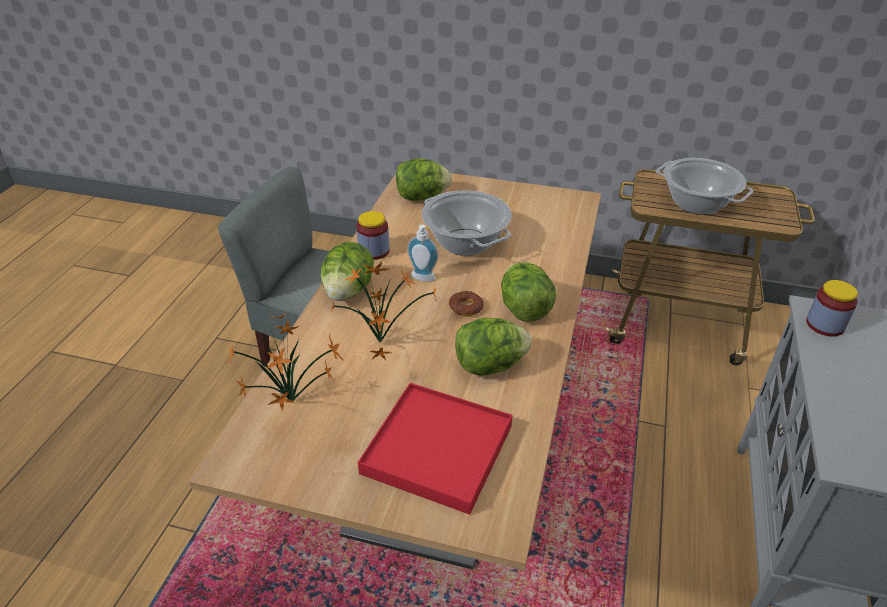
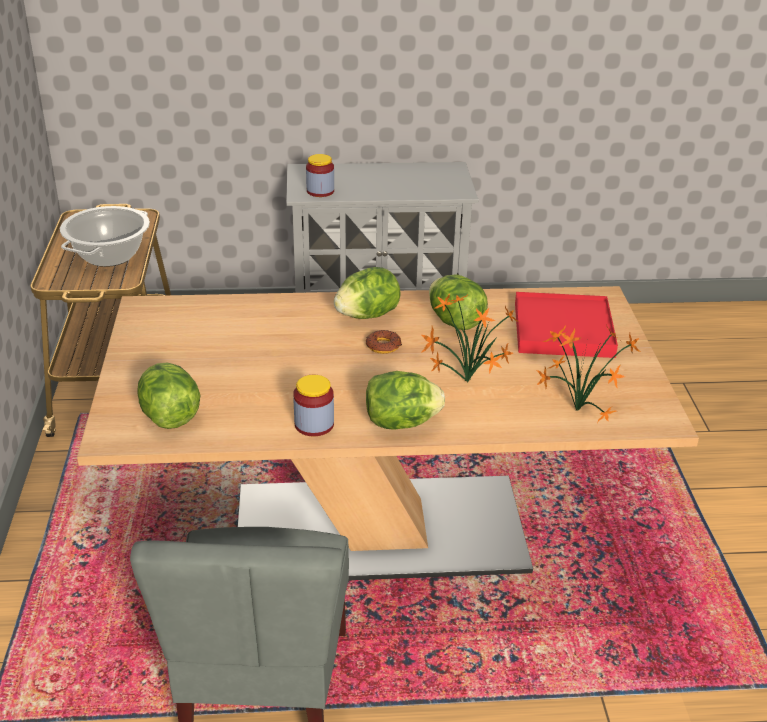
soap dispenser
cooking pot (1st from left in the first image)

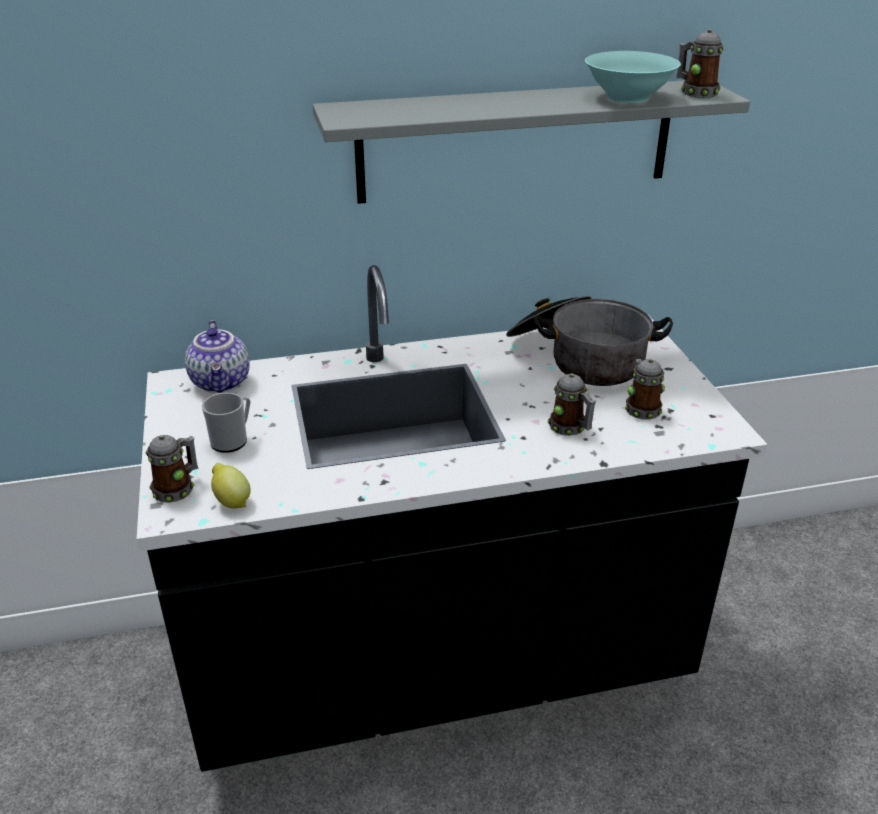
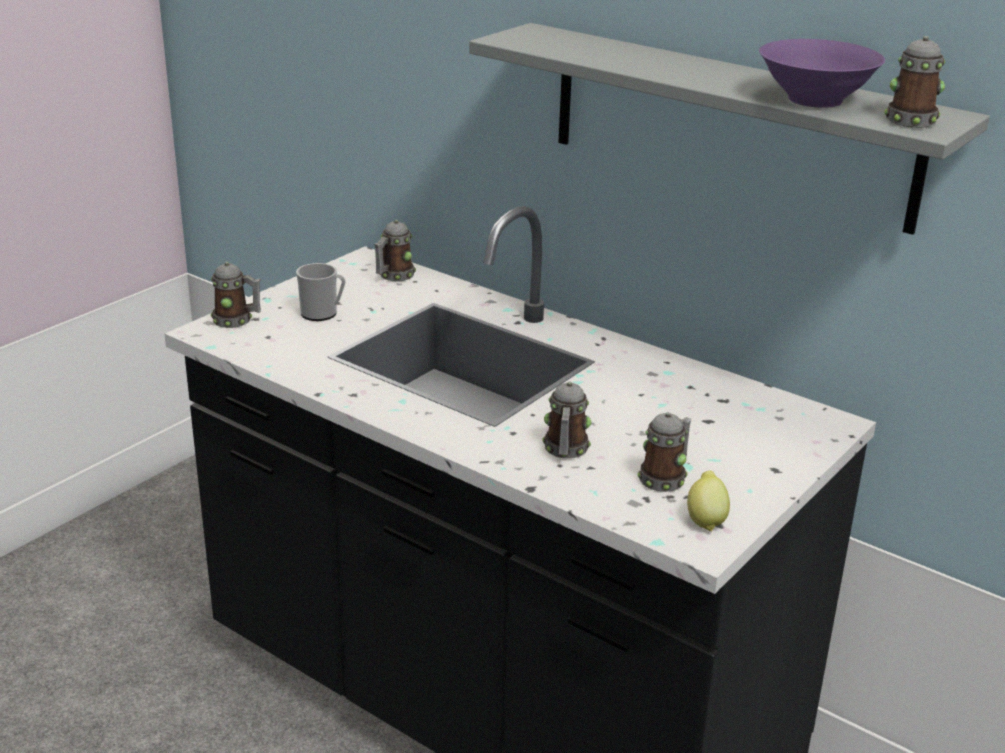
mug (3rd from left)
lemon
cooking pot
purple bowl

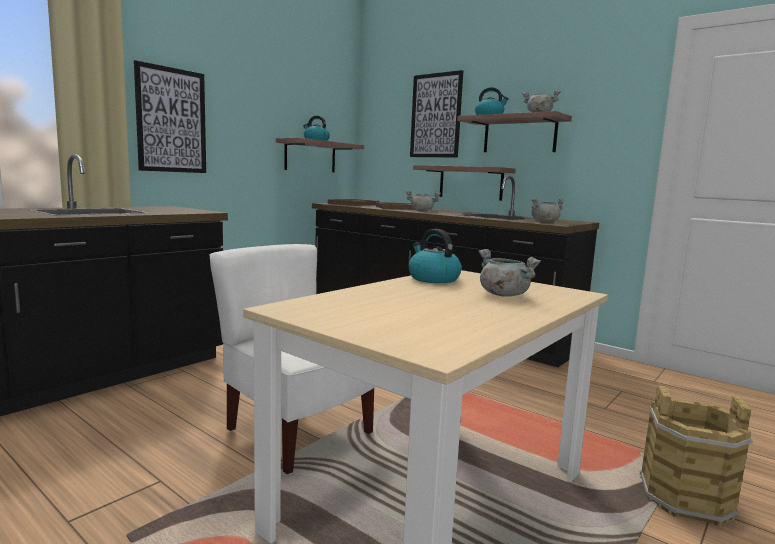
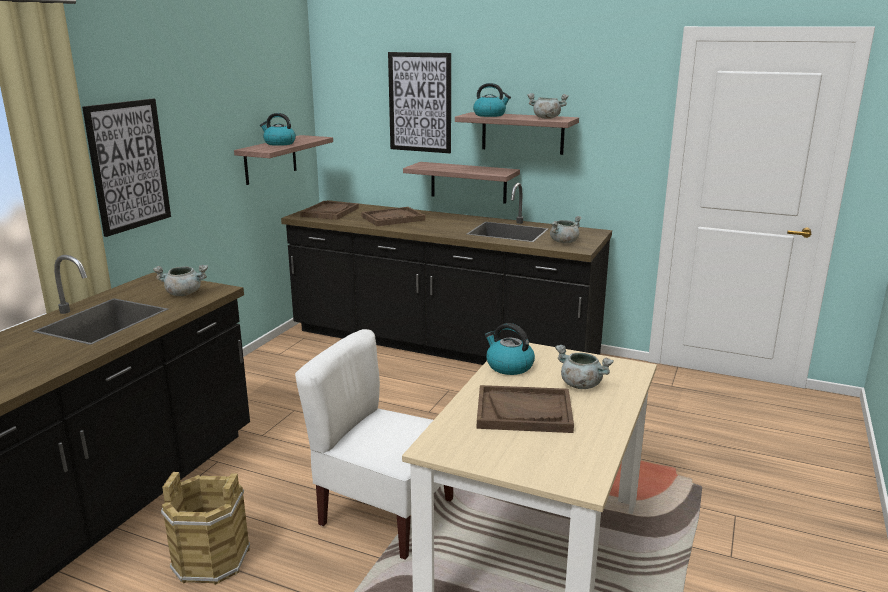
grey cooking pot (1st from left)
brown bucket
brown tray (3rd from left)

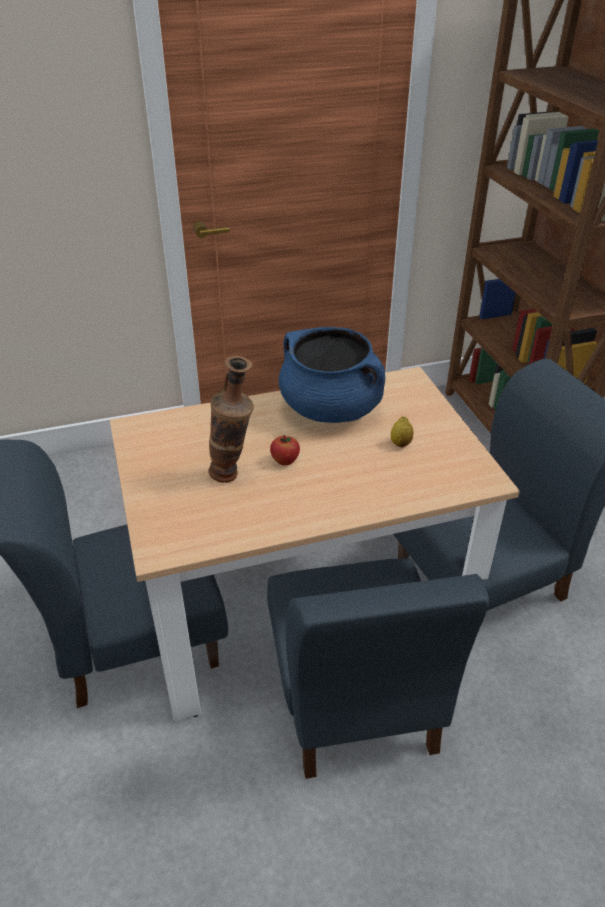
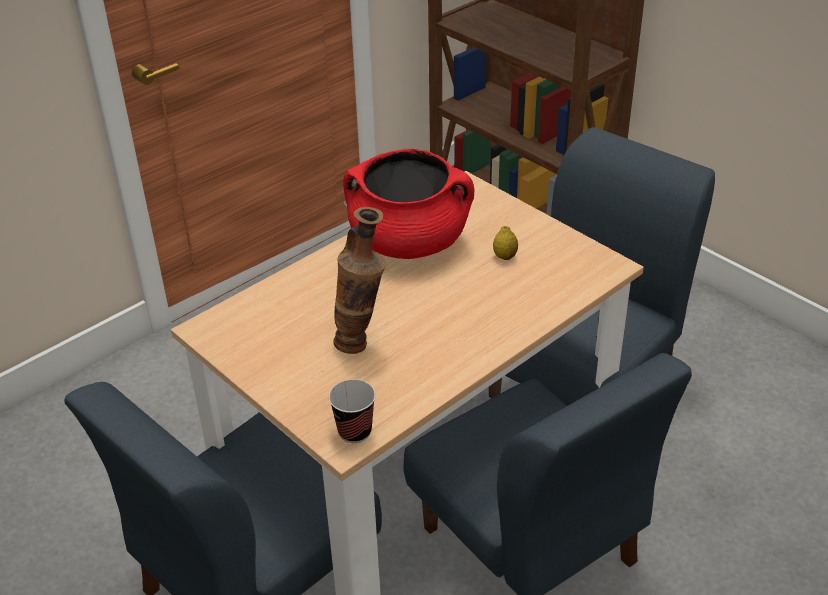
apple
red cooking pot
cup

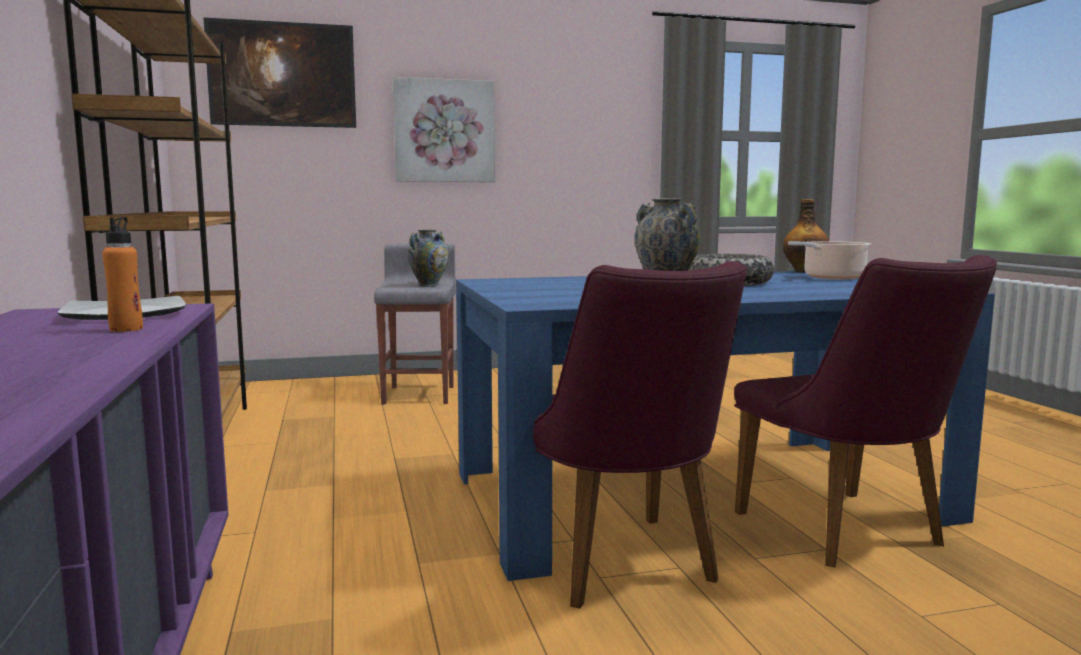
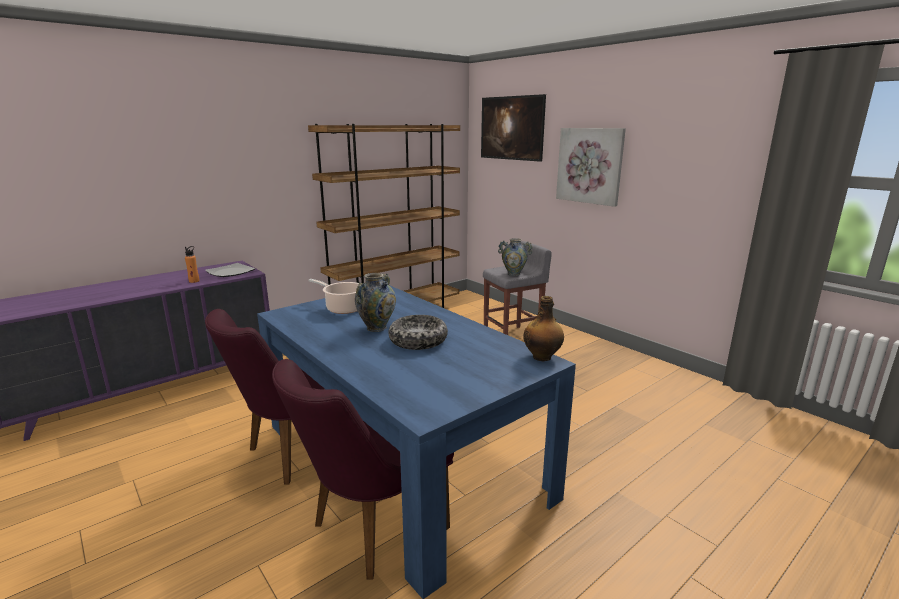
cooking pot

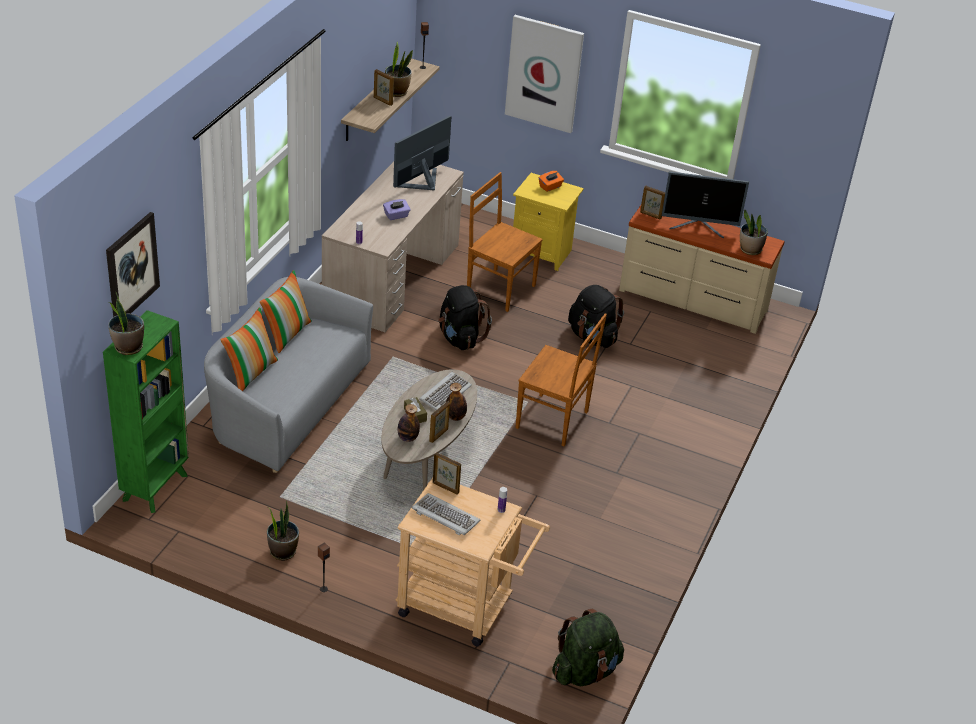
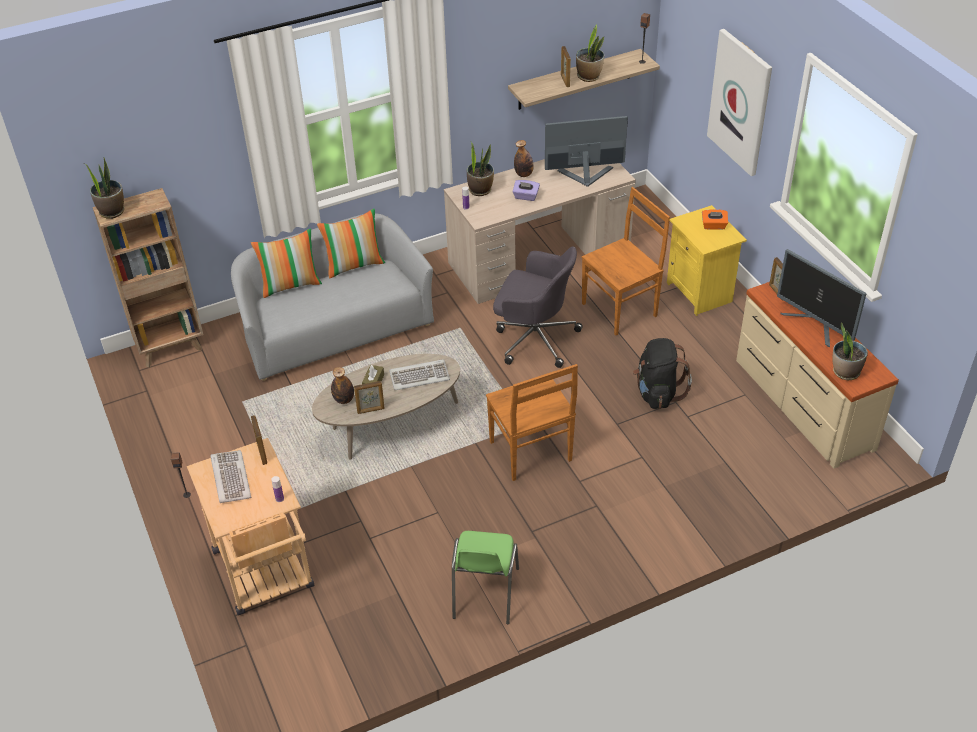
brown bookcase
picture (1st from left in the first image)
potted plant (2nd from left)
grey office chair
bottle (4th from left)
brown chair (2nd from left)
green backpack
green chair

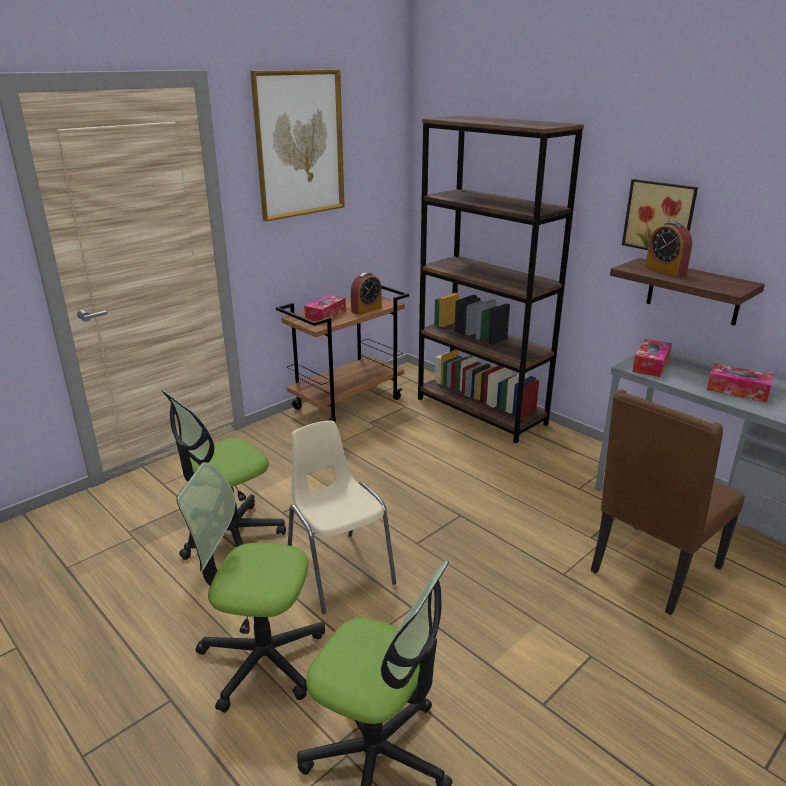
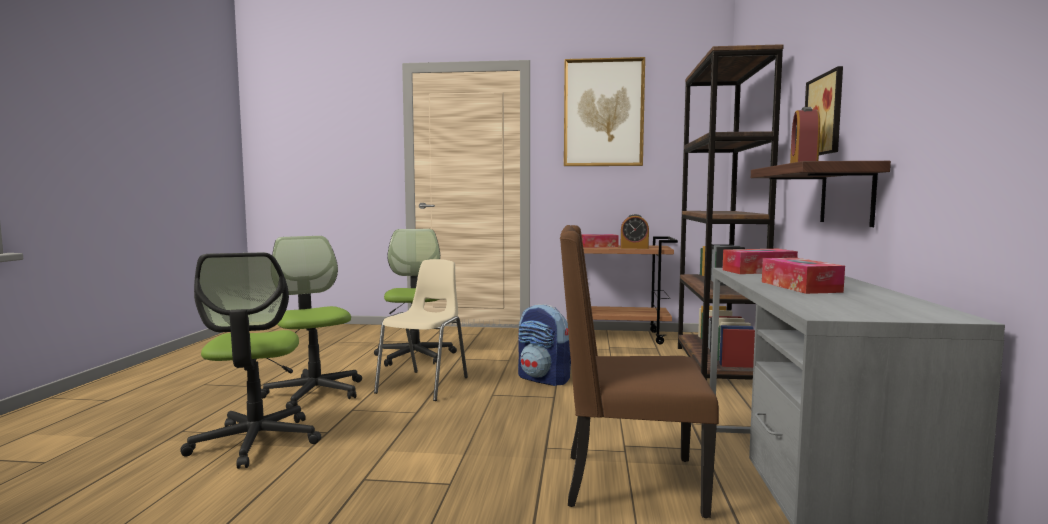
office chair (3rd from left)
backpack

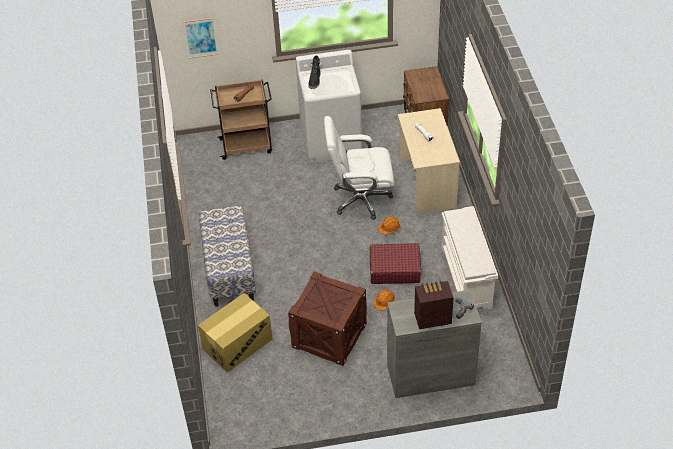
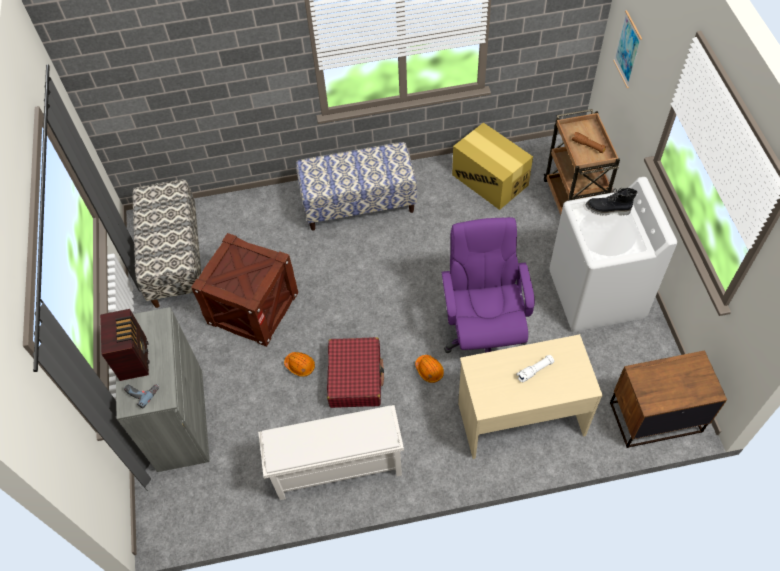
cardboard box
purple office chair
bench (1st from left)

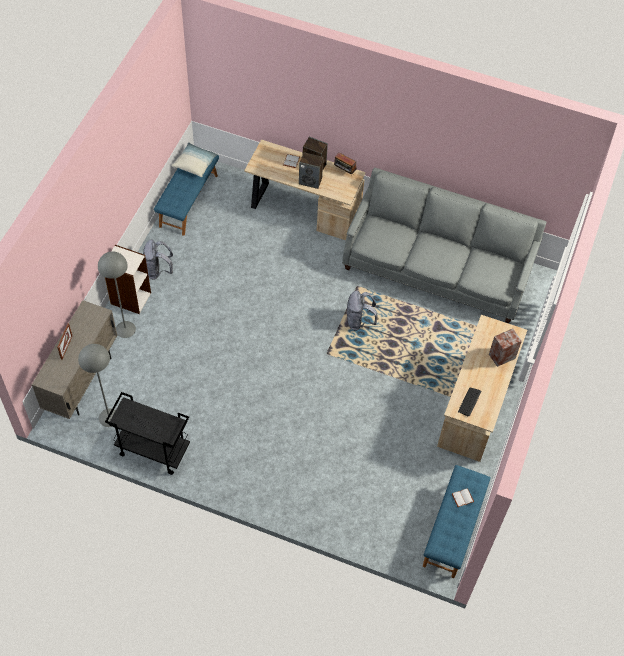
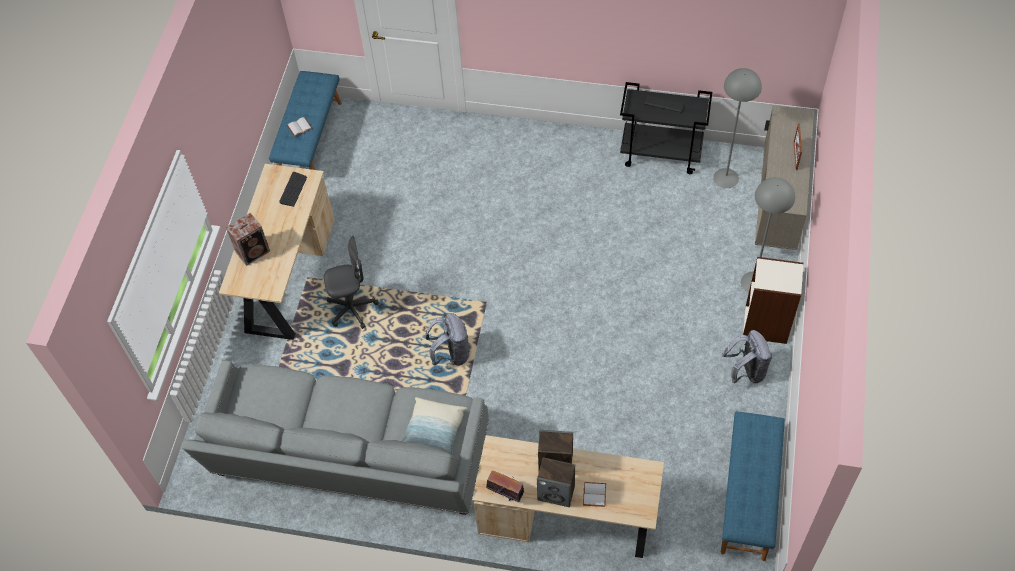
pillow
grey office chair

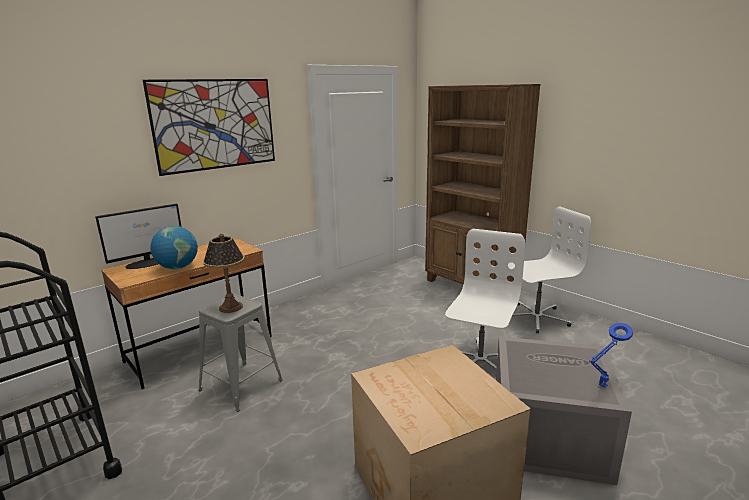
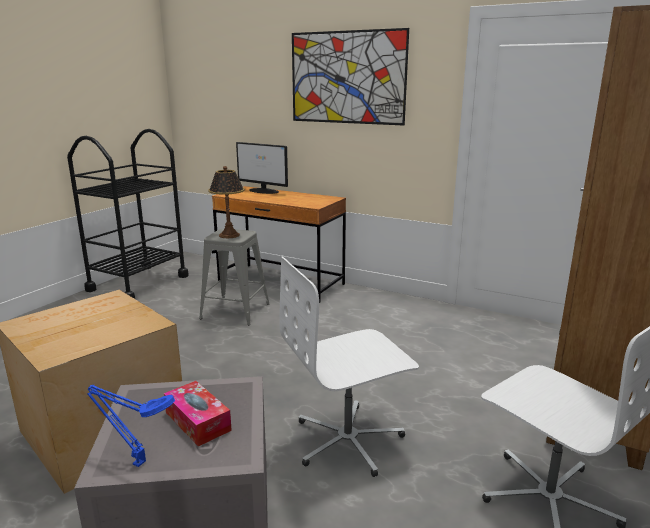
globe
white office chair (1st from left)
tissue box

